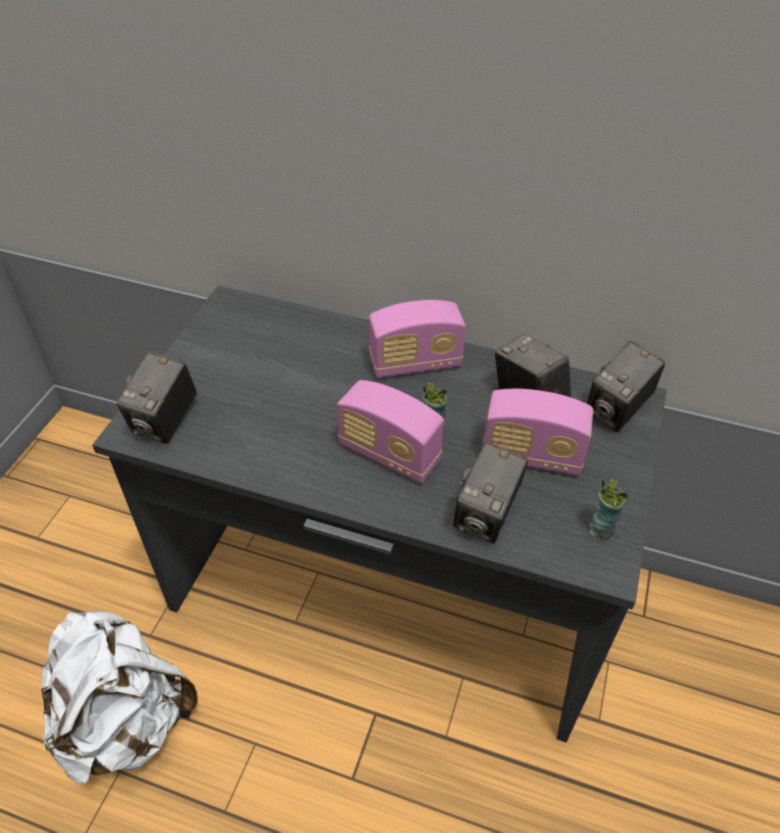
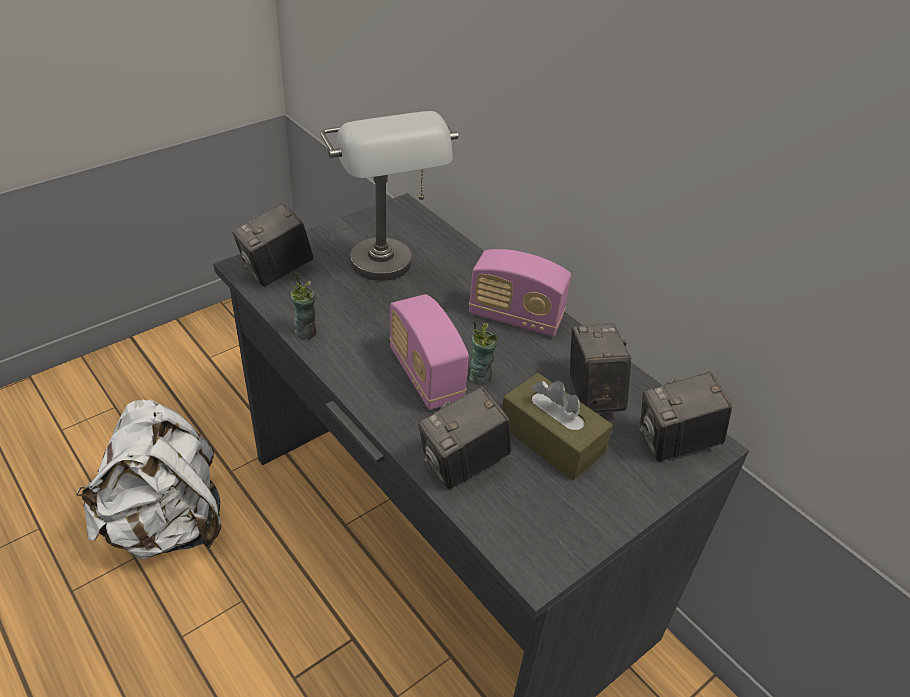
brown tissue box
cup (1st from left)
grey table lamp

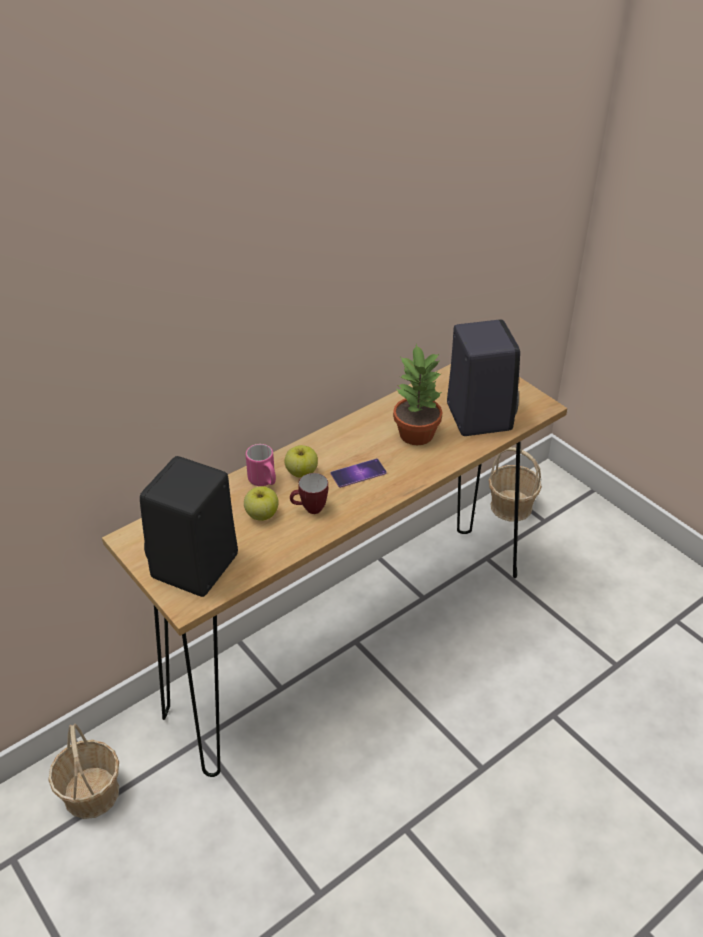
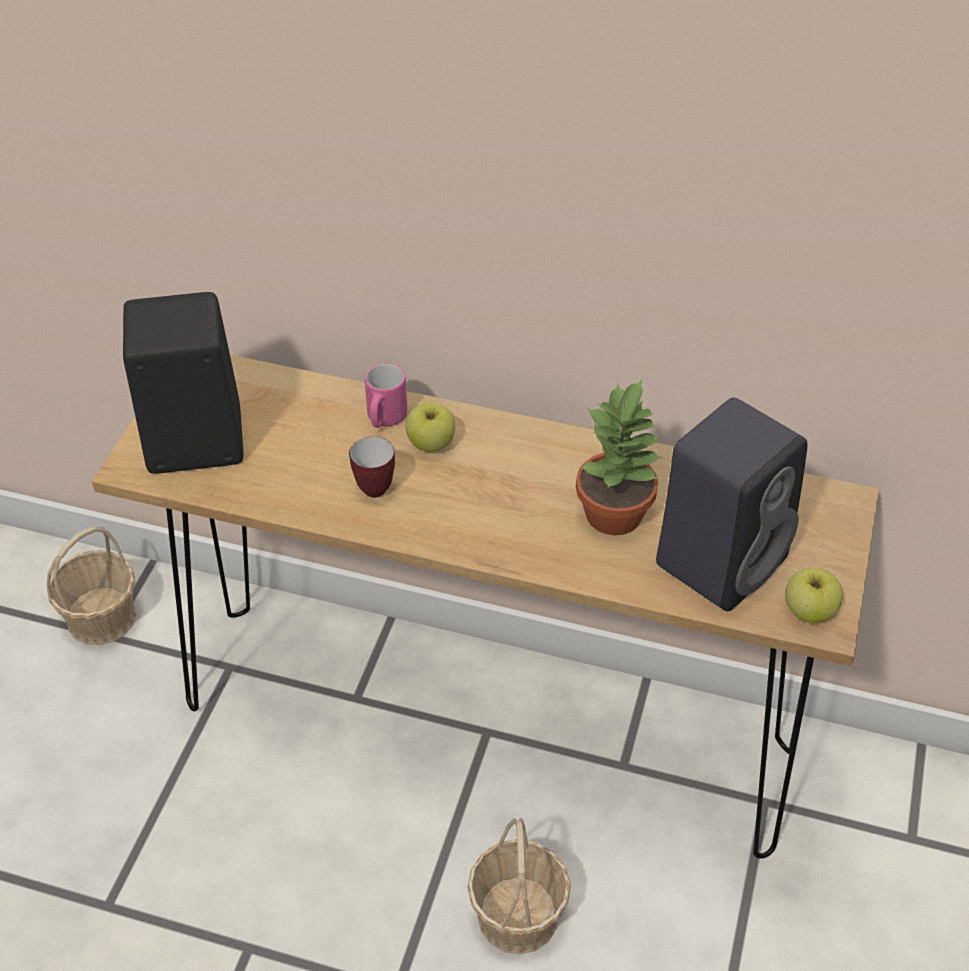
apple (2nd from left)
phone
basket (2nd from left)

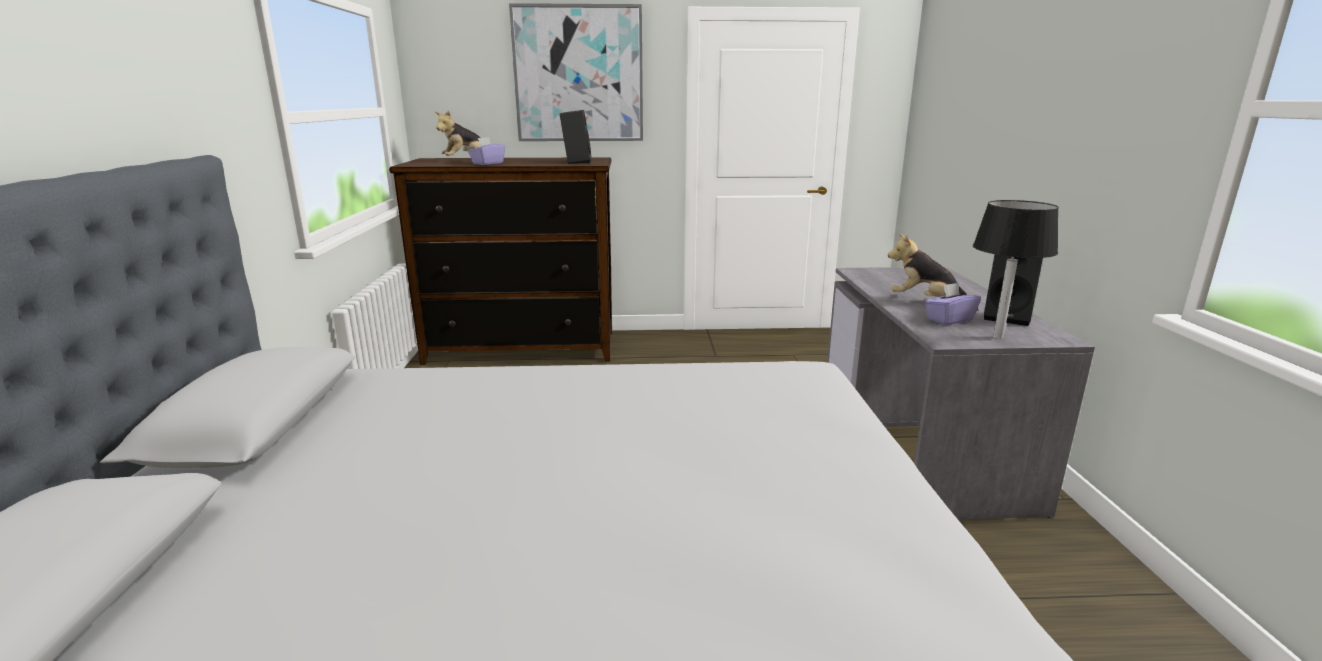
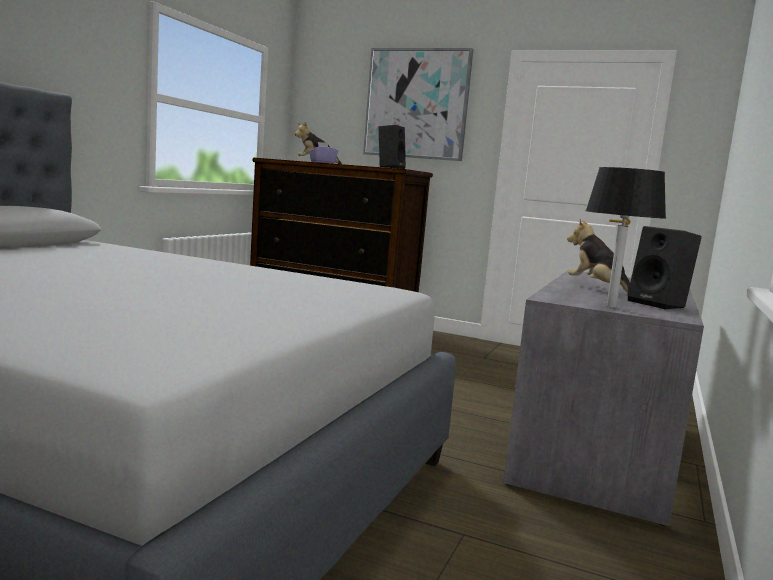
purple tissue box (2nd from left in the first image)

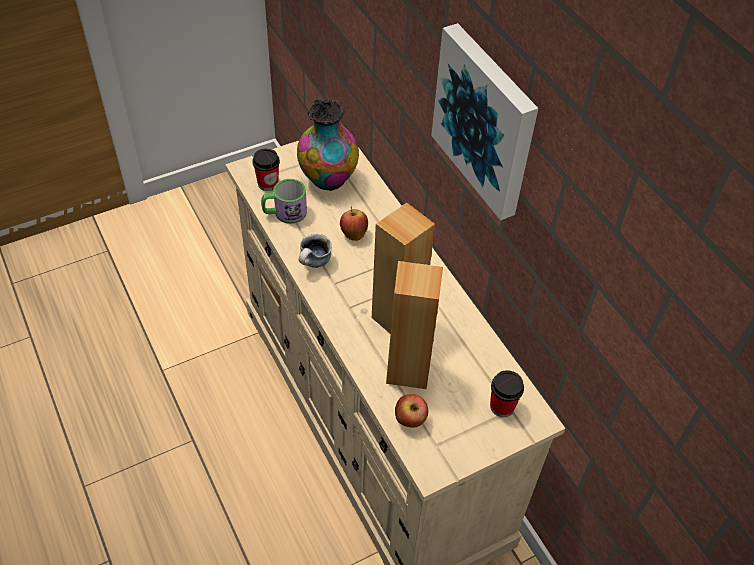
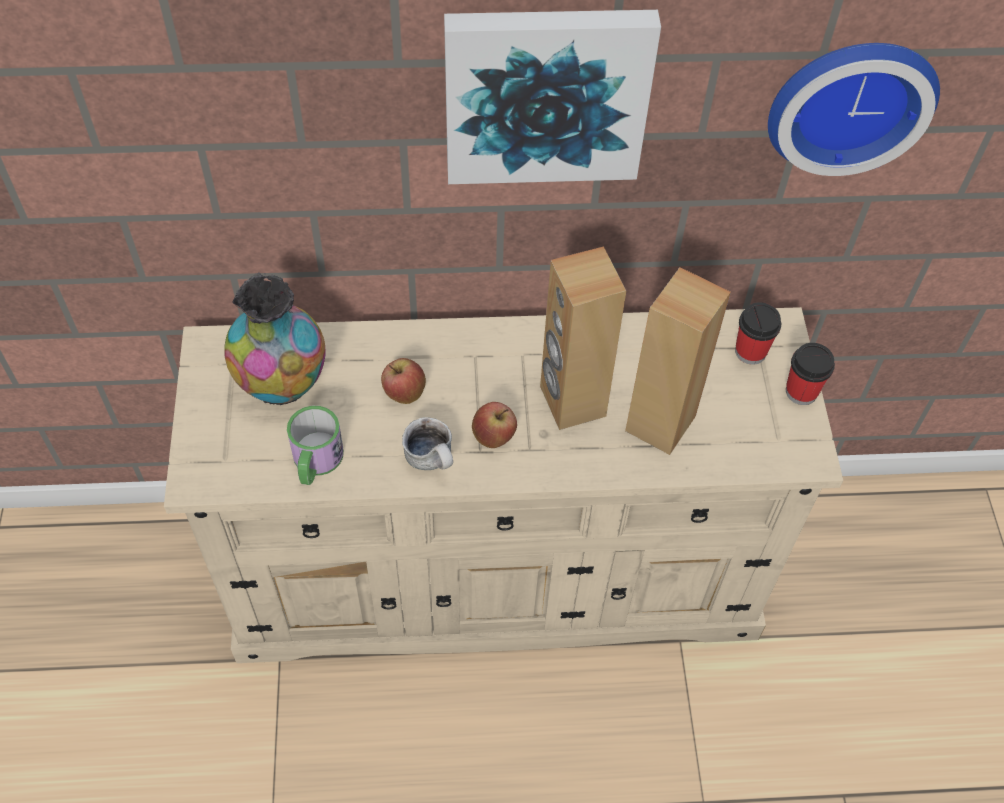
cup (2nd from left)
apple (2nd from left)
wall clock

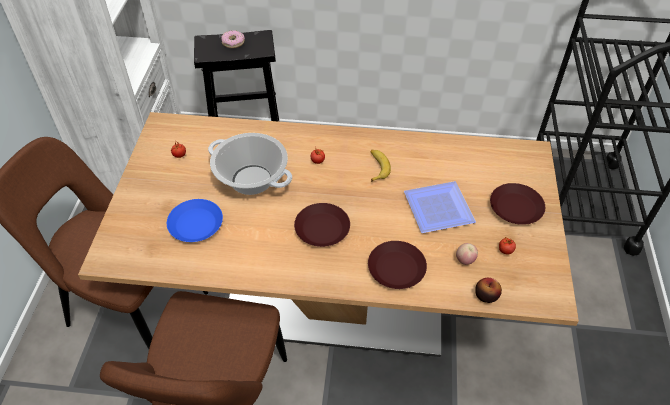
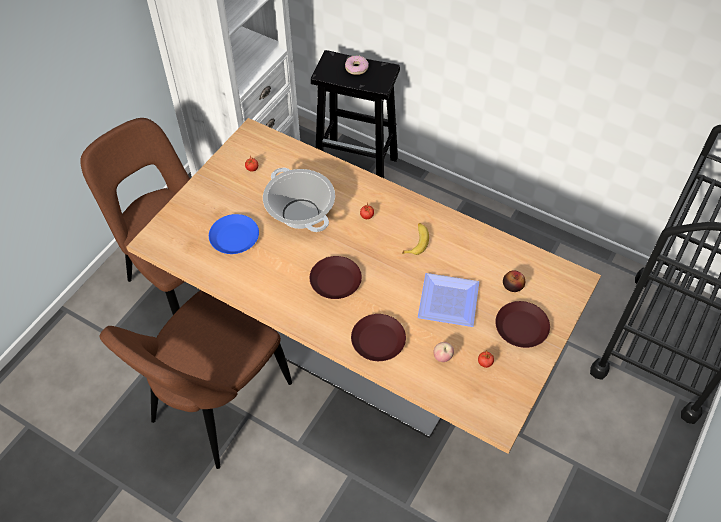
apple (2nd from left)

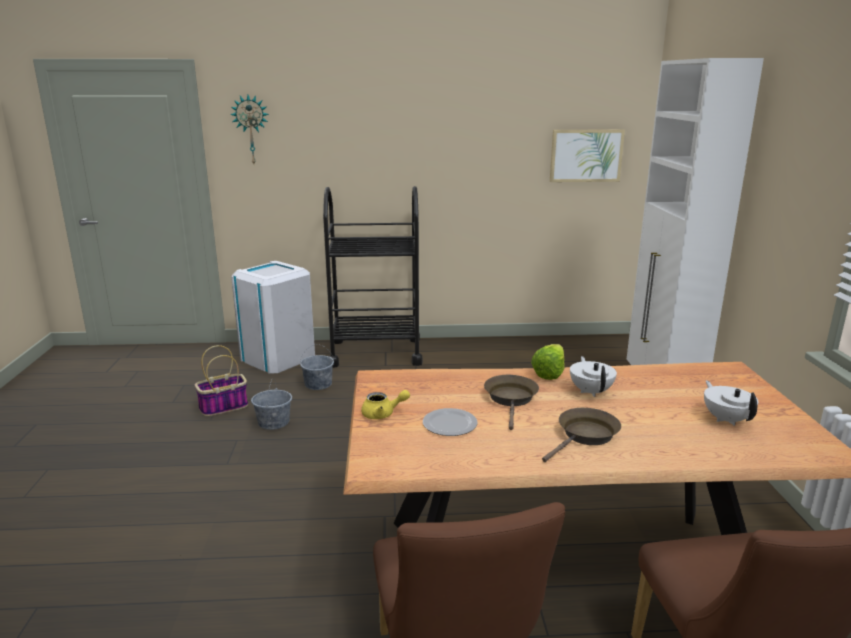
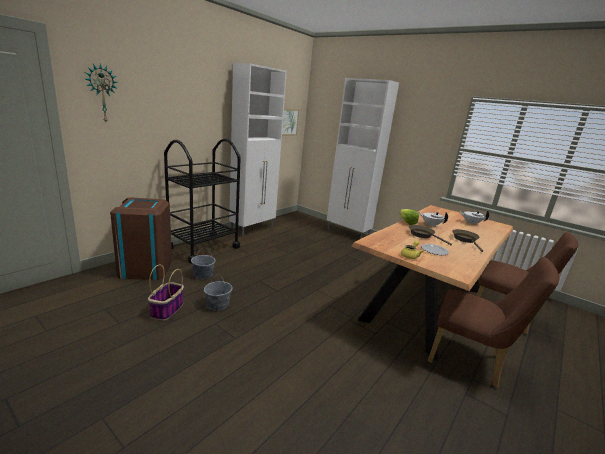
brown trash can
white cabinet (1st from left)

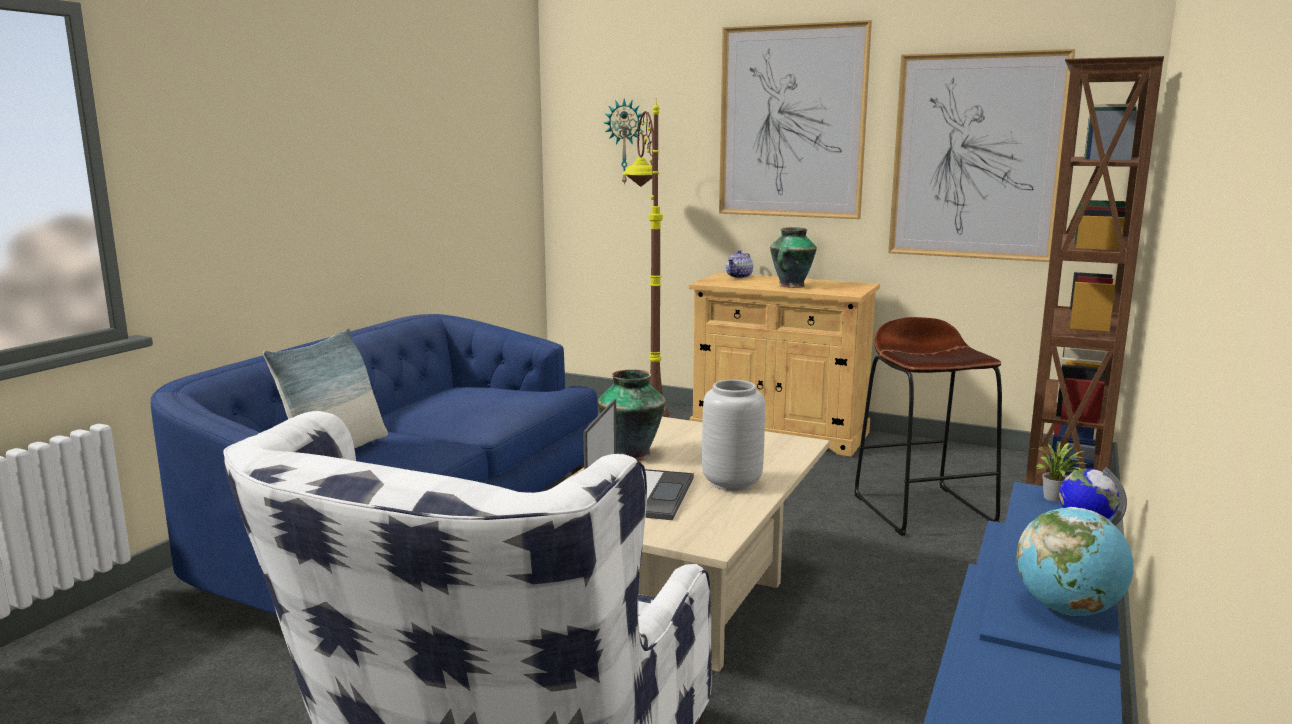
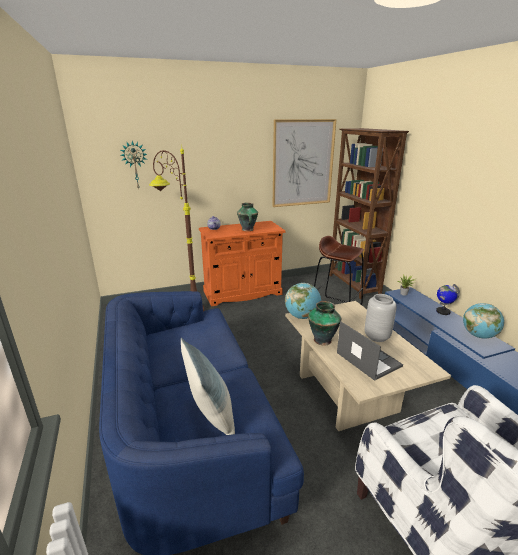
orange cabinet
picture (1st from left in the first image)
globe (1st from left)

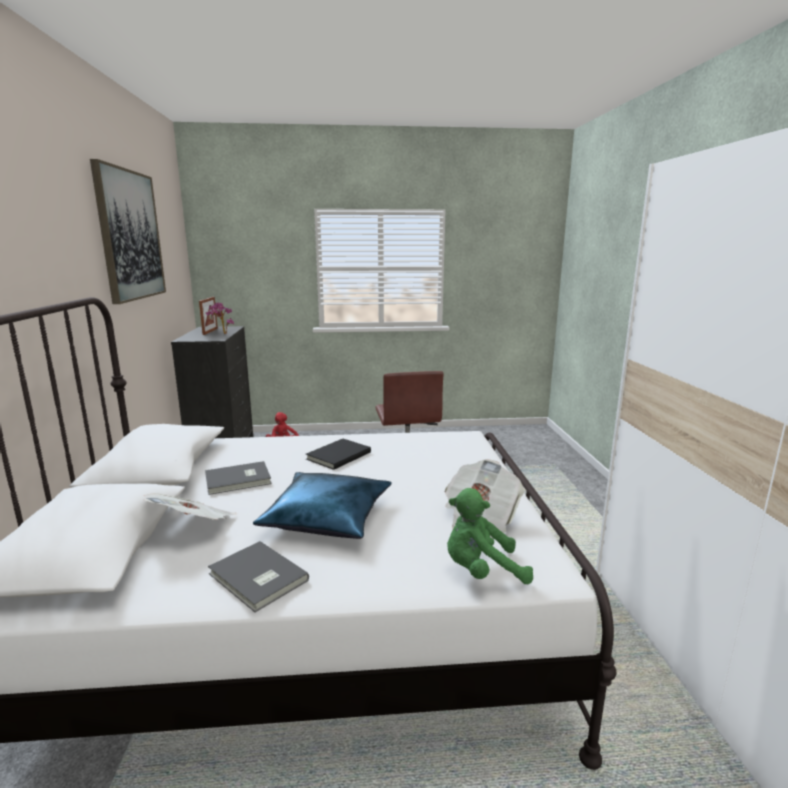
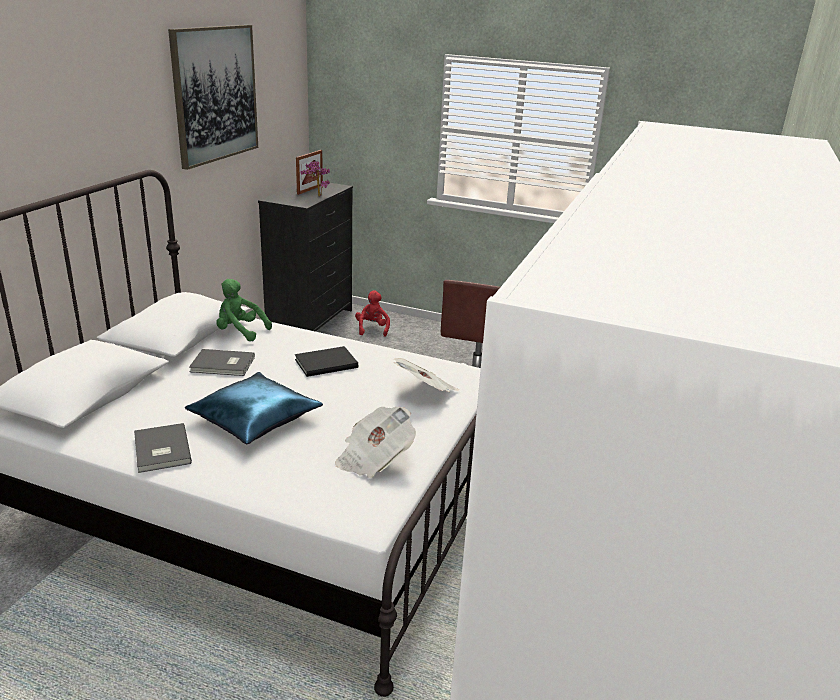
newspaper (2nd from left)
green plush toy

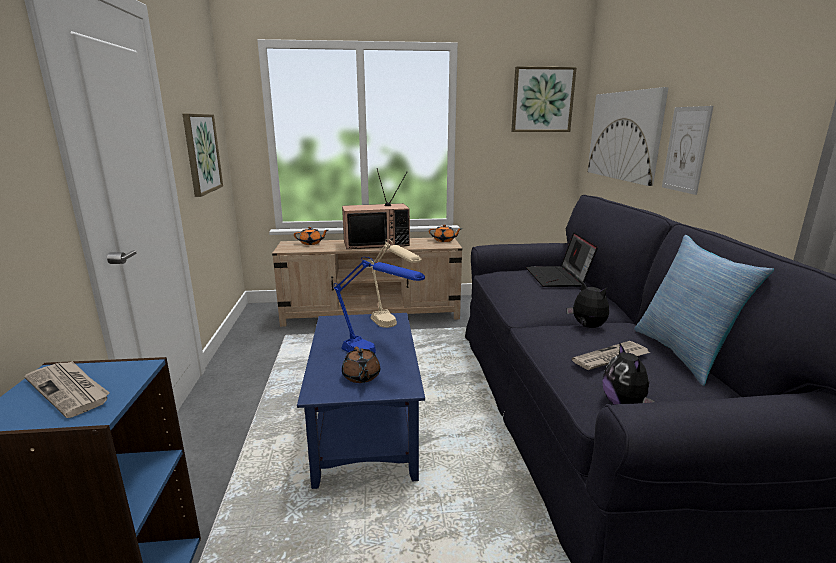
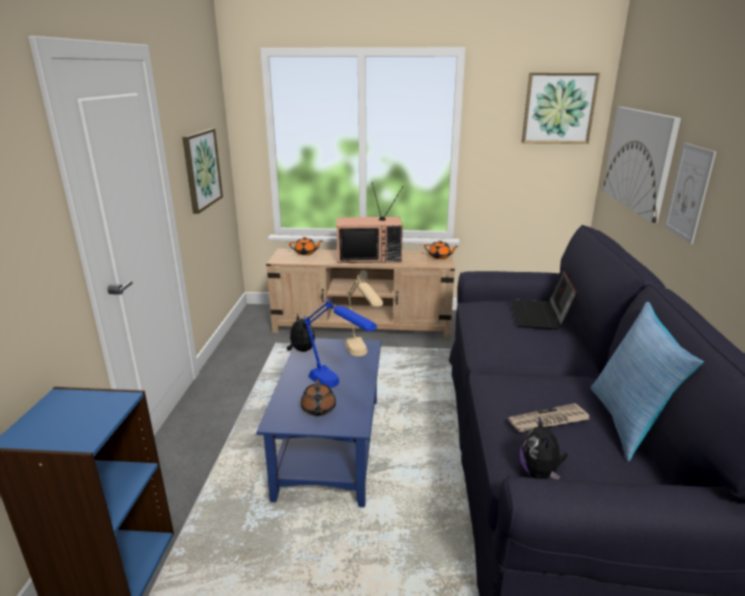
newspaper (1st from left in the first image)
plush toy (1st from left)

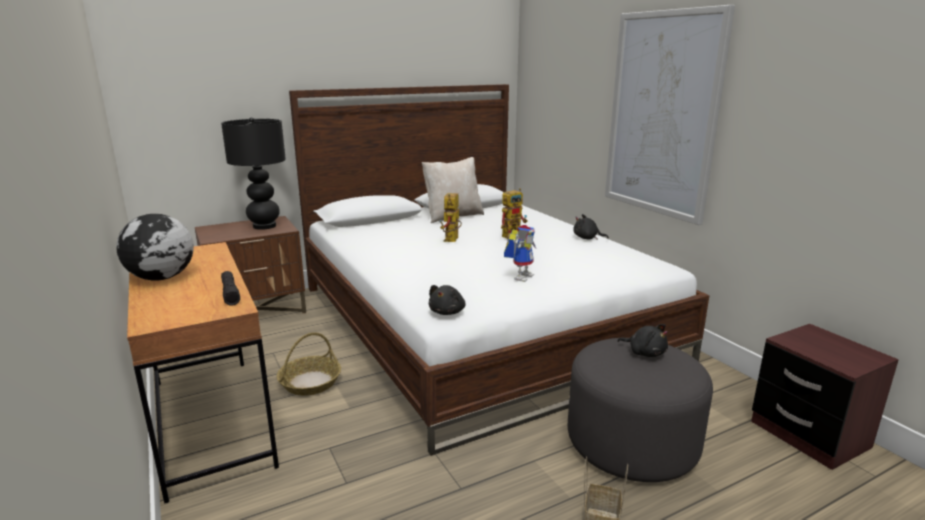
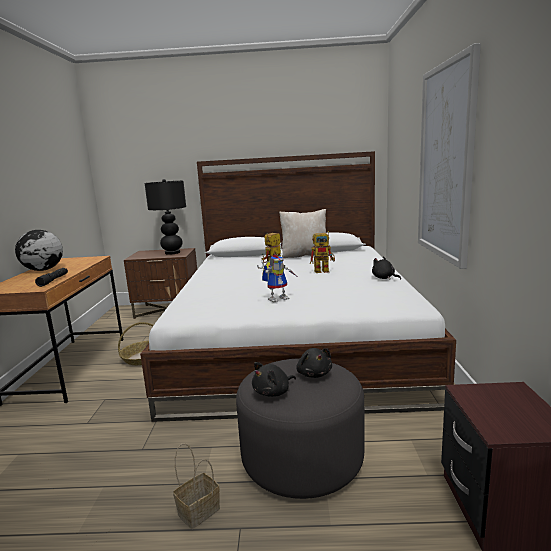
black plush toy (1st from left)

